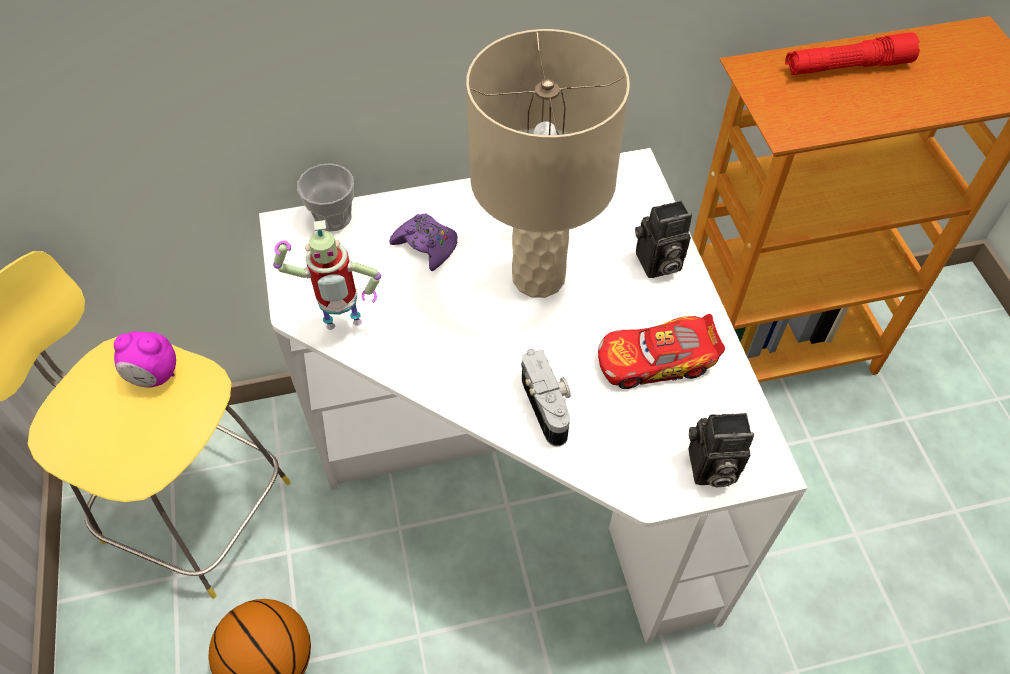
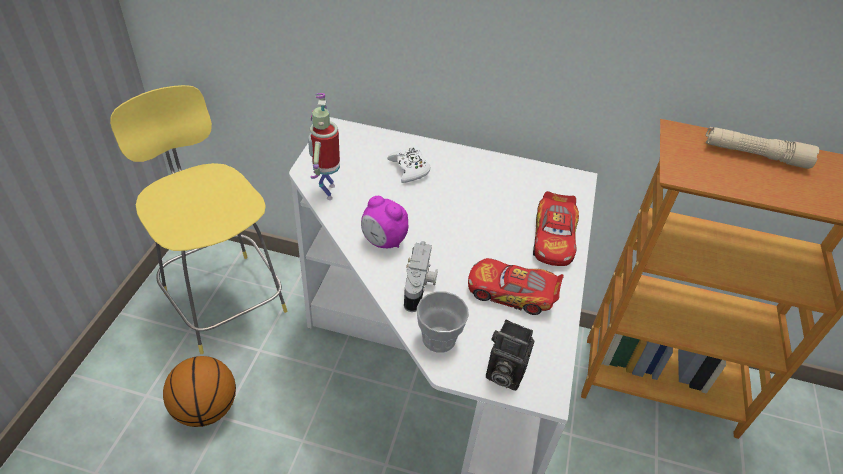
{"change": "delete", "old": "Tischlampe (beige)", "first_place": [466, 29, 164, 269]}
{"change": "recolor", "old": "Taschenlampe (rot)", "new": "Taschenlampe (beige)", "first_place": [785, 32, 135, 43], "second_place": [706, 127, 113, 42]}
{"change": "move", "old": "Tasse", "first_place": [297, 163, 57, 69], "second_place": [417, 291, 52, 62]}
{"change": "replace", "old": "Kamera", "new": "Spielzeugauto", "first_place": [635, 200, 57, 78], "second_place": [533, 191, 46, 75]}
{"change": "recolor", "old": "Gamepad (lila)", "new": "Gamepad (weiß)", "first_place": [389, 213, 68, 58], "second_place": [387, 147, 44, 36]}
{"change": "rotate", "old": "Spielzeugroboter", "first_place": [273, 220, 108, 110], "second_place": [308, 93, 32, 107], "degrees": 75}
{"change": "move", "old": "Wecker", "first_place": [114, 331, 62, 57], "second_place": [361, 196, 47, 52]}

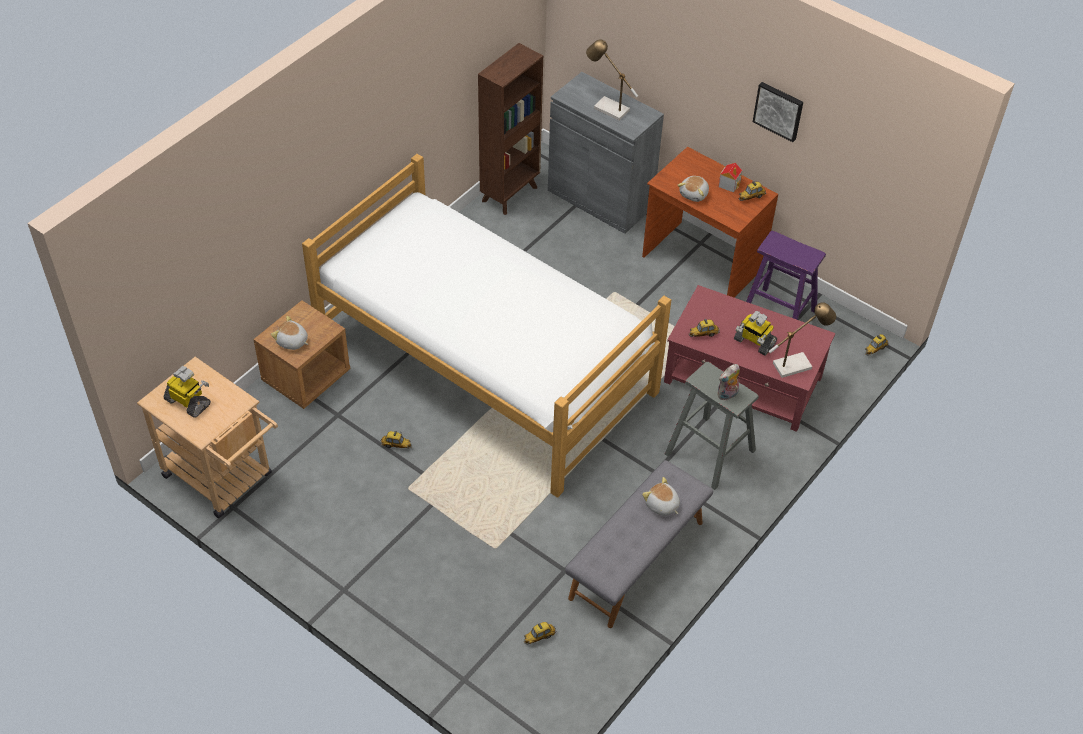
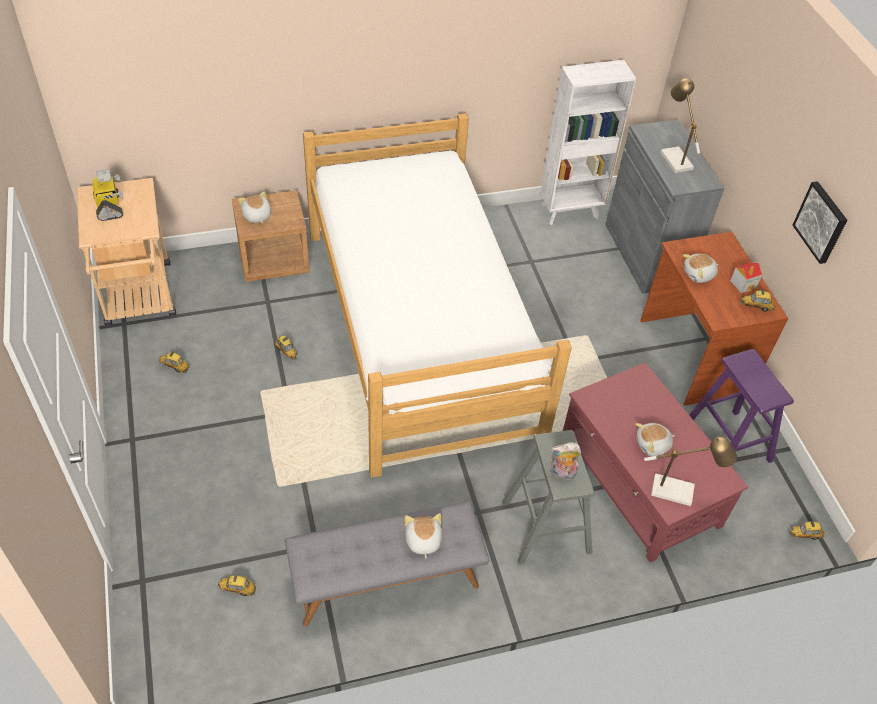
{"change": "recolor", "old": "Bücherregal (braun)", "new": "Bücherregal (weiß)", "first_place": [478, 43, 65, 172], "second_place": [540, 60, 96, 165]}
{"change": "replace", "old": "Spielzeugroboter", "new": "Plüschtier", "first_place": [734, 311, 43, 45], "second_place": [635, 423, 40, 33]}
{"change": "move", "old": "Spielzeugauto", "first_place": [689, 319, 31, 18], "second_place": [159, 351, 30, 22]}

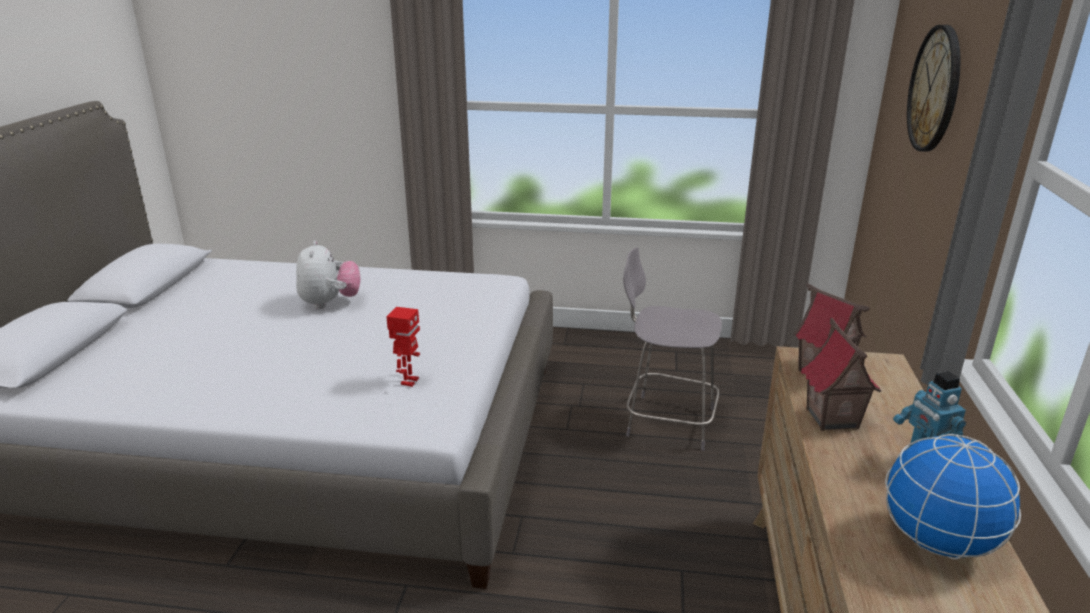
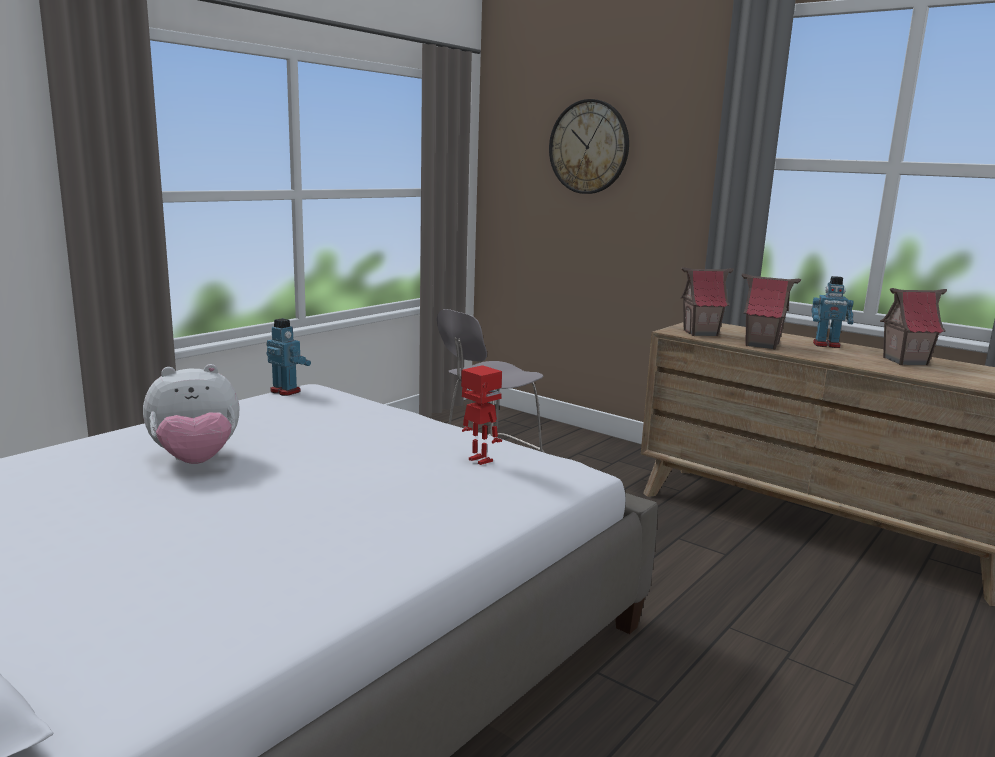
{"change": "rotate", "old": "Plüschtier", "first_place": [296, 240, 64, 69], "second_place": [143, 364, 97, 100], "degrees": 135}
{"change": "replace", "old": "Globus", "new": "Spielzeughaus", "first_place": [885, 434, 136, 126], "second_place": [880, 288, 67, 77]}
{"change": "insert", "new": "Spielzeugroboter", "second_place": [266, 318, 45, 78]}

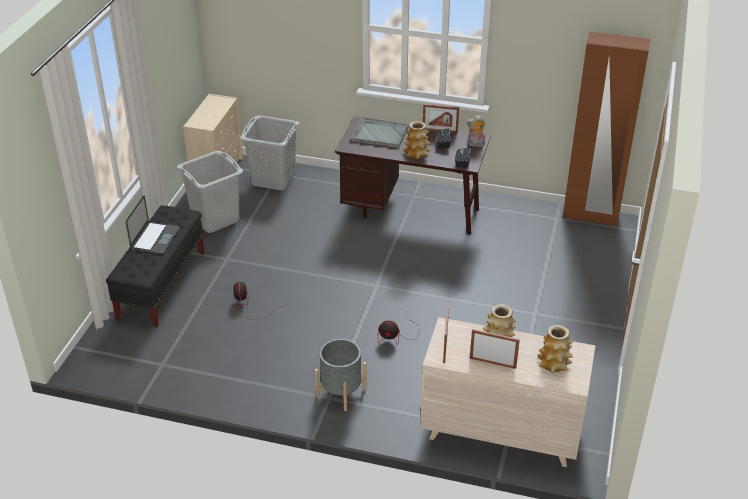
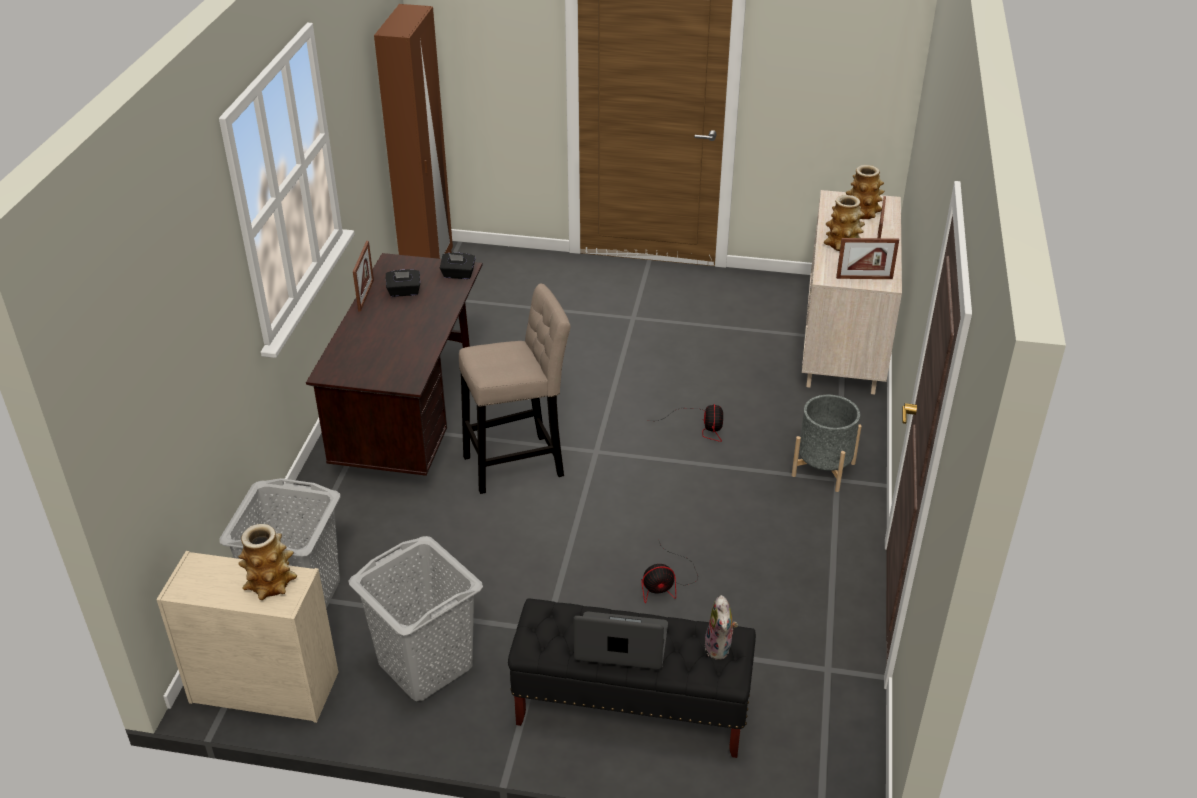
{"change": "move", "old": "Plüschtier", "first_place": [466, 115, 20, 32], "second_place": [704, 595, 34, 65]}
{"change": "delete", "old": "Tablett (grau)", "first_place": [351, 117, 58, 31]}
{"change": "move", "old": "Vase", "first_place": [403, 121, 28, 38], "second_place": [238, 524, 59, 76]}
{"change": "insert", "new": "Hocker (beige)", "second_place": [459, 283, 112, 211]}

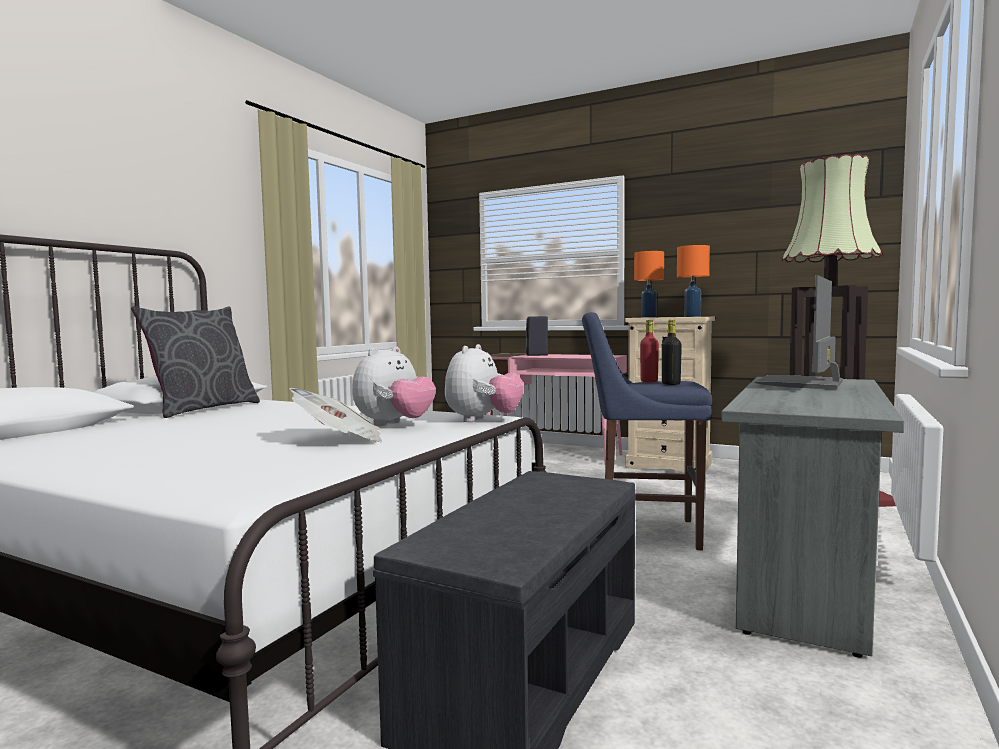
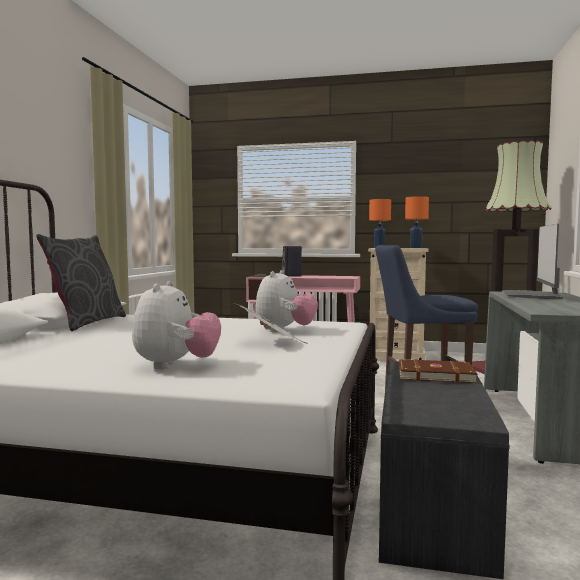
{"change": "delete", "old": "Flasche (rot)", "first_place": [640, 320, 19, 62]}
{"change": "delete", "old": "Flasche (schwarz)", "first_place": [662, 320, 20, 65]}
{"change": "move", "old": "Plüschtier", "first_place": [445, 344, 79, 78], "second_place": [132, 281, 89, 89]}
{"change": "insert", "new": "Buch (braun)", "second_place": [399, 359, 78, 24]}

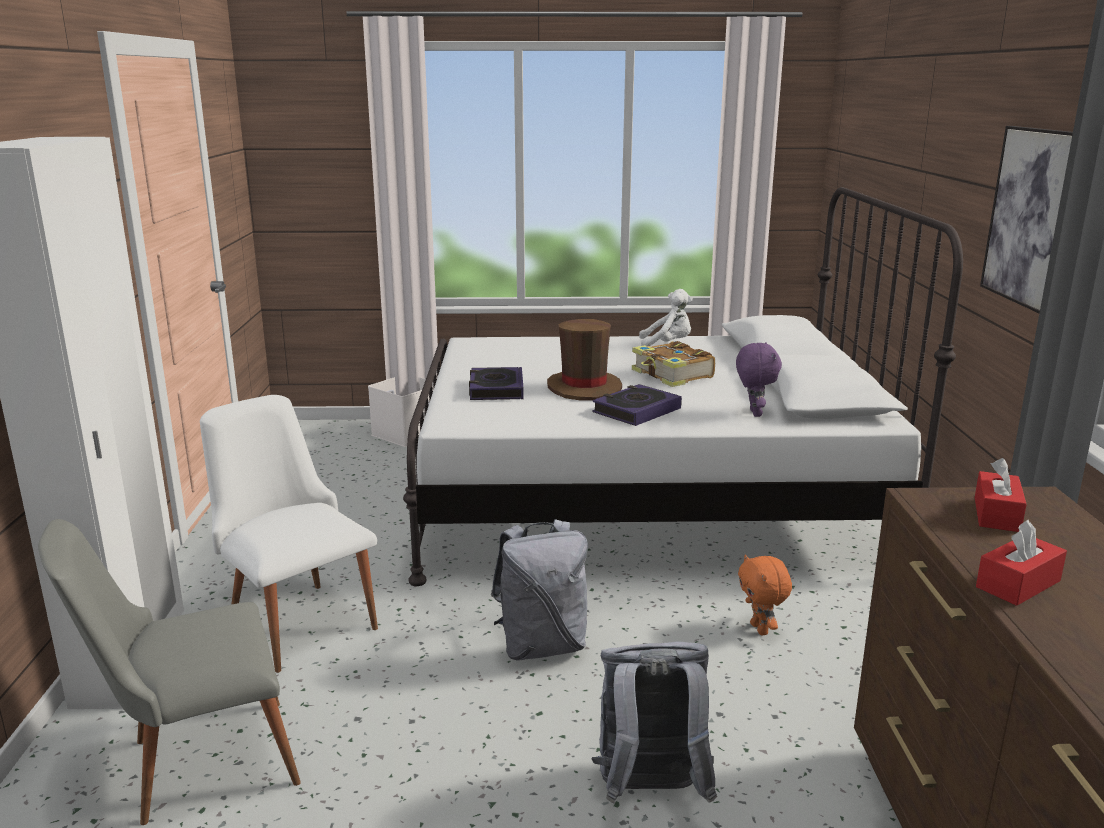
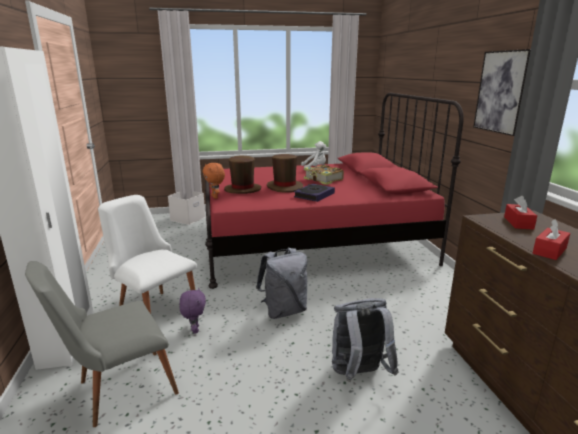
{"change": "recolor", "old": "Bett (weiß)", "new": "Bett (rot)", "first_place": [403, 187, 560, 399], "second_place": [205, 93, 259, 196]}
{"change": "move", "old": "Plüschtier (lila)", "first_place": [736, 343, 46, 74], "second_place": [180, 288, 26, 46]}
{"change": "replace", "old": "Buch", "new": "Hut (braun)", "first_place": [469, 367, 55, 33], "second_place": [224, 155, 37, 39]}
{"change": "move", "old": "Plüschtier (orange)", "first_place": [738, 554, 54, 81], "second_place": [203, 163, 22, 36]}

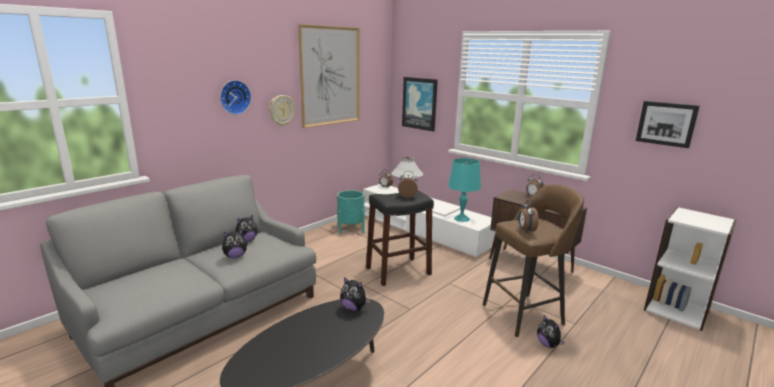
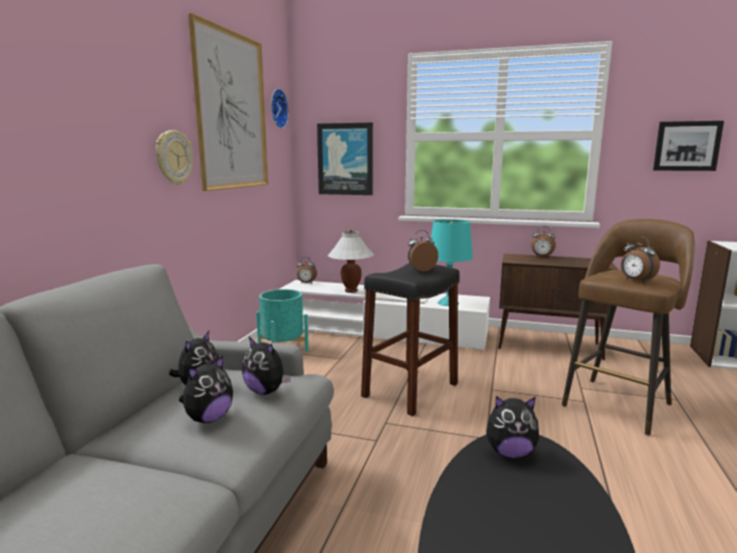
{"change": "move", "old": "Wanduhr", "first_place": [220, 80, 31, 35], "second_place": [271, 89, 18, 40]}
{"change": "move", "old": "Plüschtier", "first_place": [537, 315, 28, 33], "second_place": [242, 337, 49, 58]}

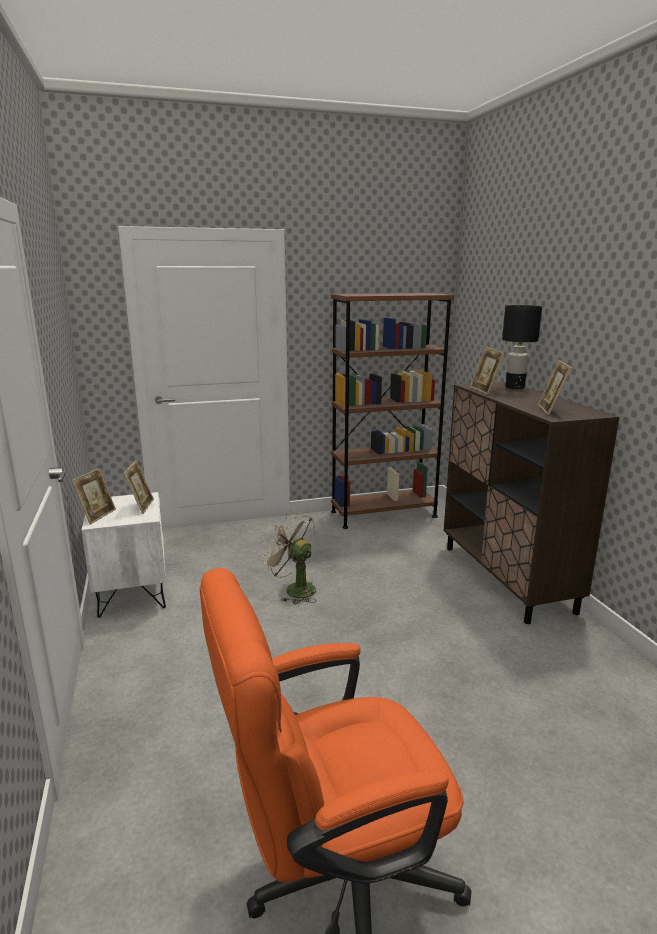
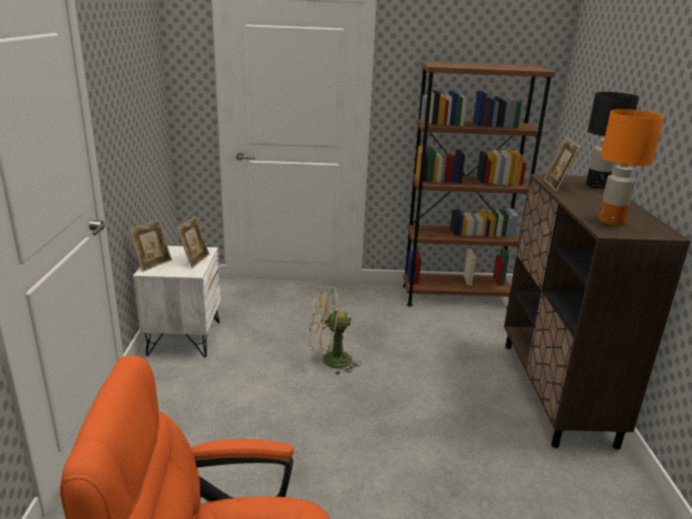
{"change": "replace", "old": "Bilderrahmen", "new": "Tischlampe (orange)", "first_place": [538, 360, 34, 55], "second_place": [598, 109, 66, 117]}
{"change": "rotate", "old": "Ventilator (beige)", "first_place": [262, 512, 54, 92], "second_place": [309, 286, 53, 89], "degrees": -60}

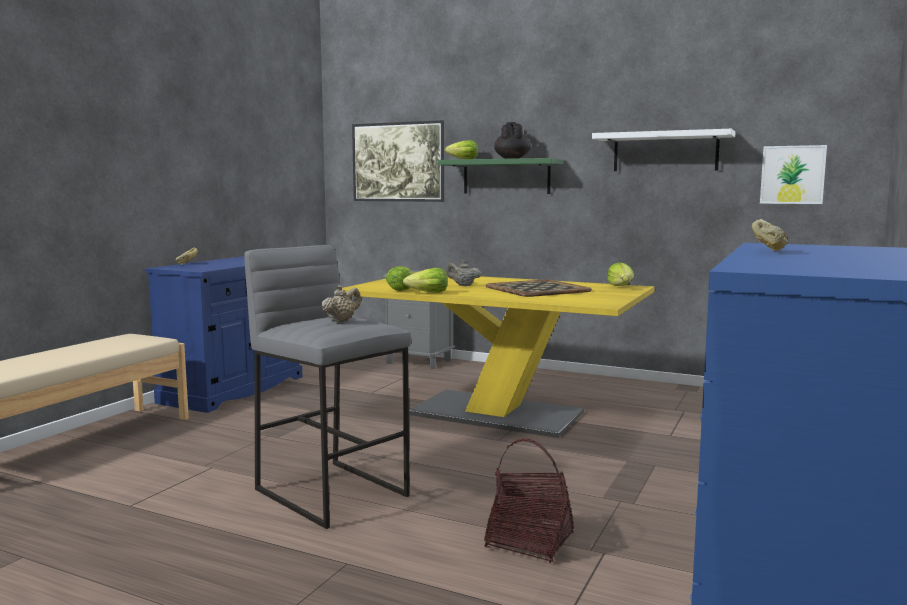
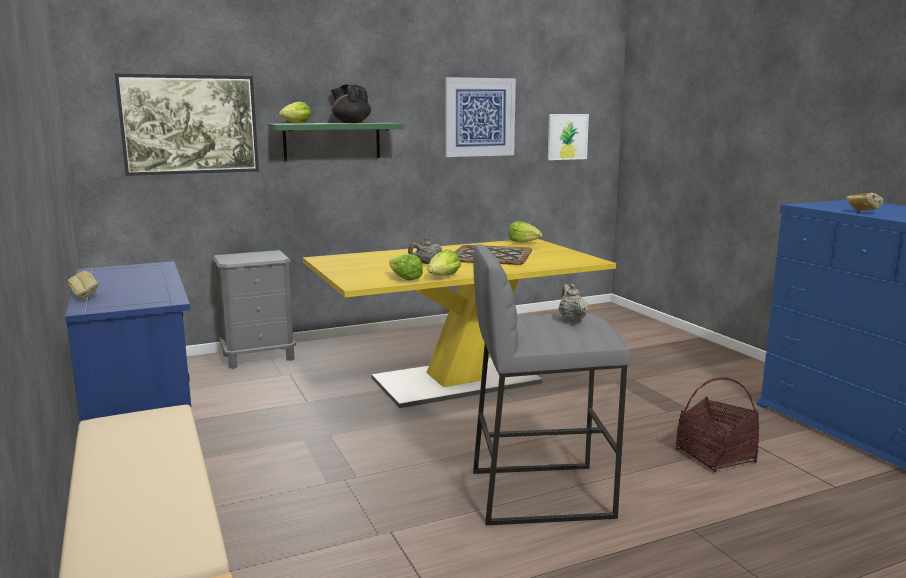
{"change": "replace", "old": "Wandregal (weiß)", "new": "Bild", "first_place": [592, 129, 143, 42], "second_place": [445, 77, 71, 80]}

